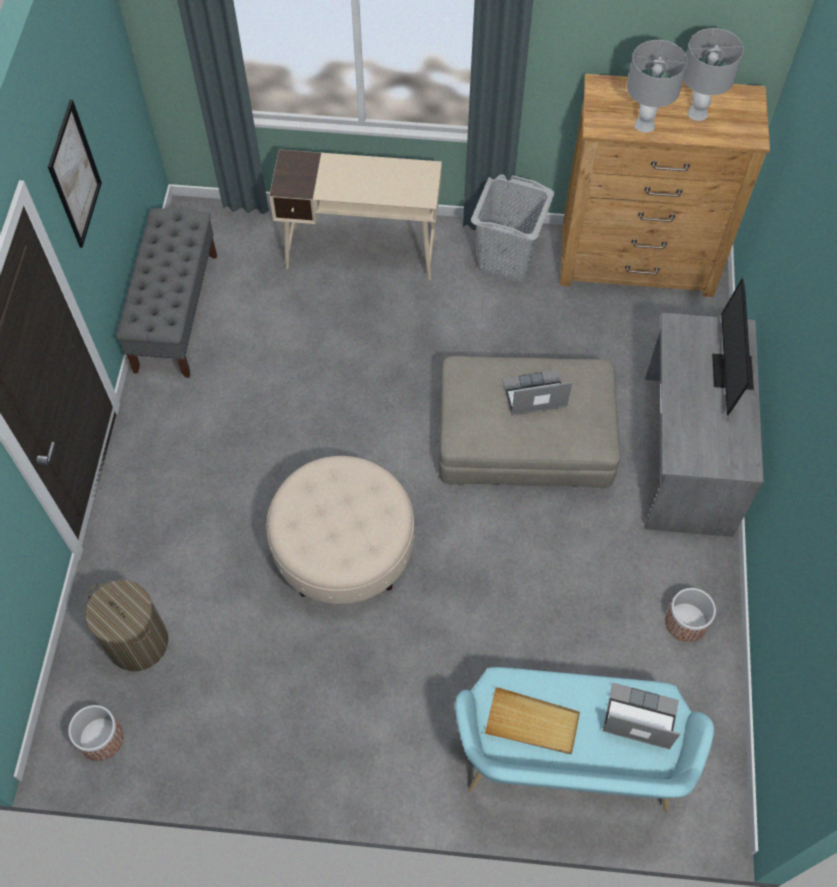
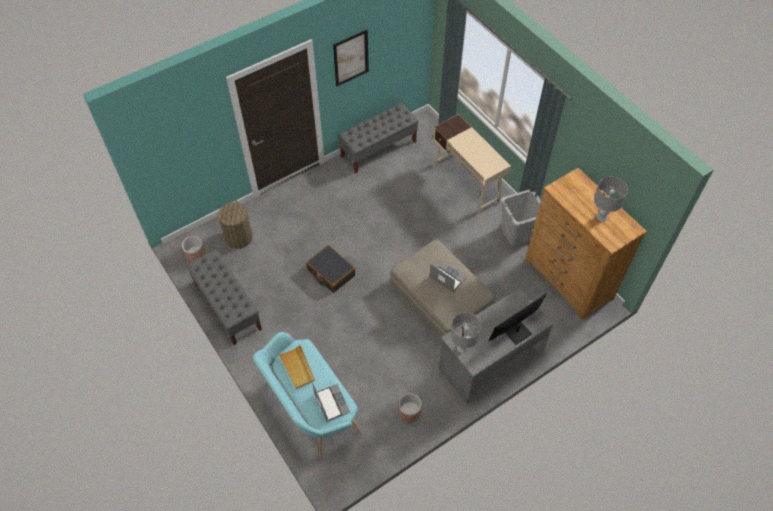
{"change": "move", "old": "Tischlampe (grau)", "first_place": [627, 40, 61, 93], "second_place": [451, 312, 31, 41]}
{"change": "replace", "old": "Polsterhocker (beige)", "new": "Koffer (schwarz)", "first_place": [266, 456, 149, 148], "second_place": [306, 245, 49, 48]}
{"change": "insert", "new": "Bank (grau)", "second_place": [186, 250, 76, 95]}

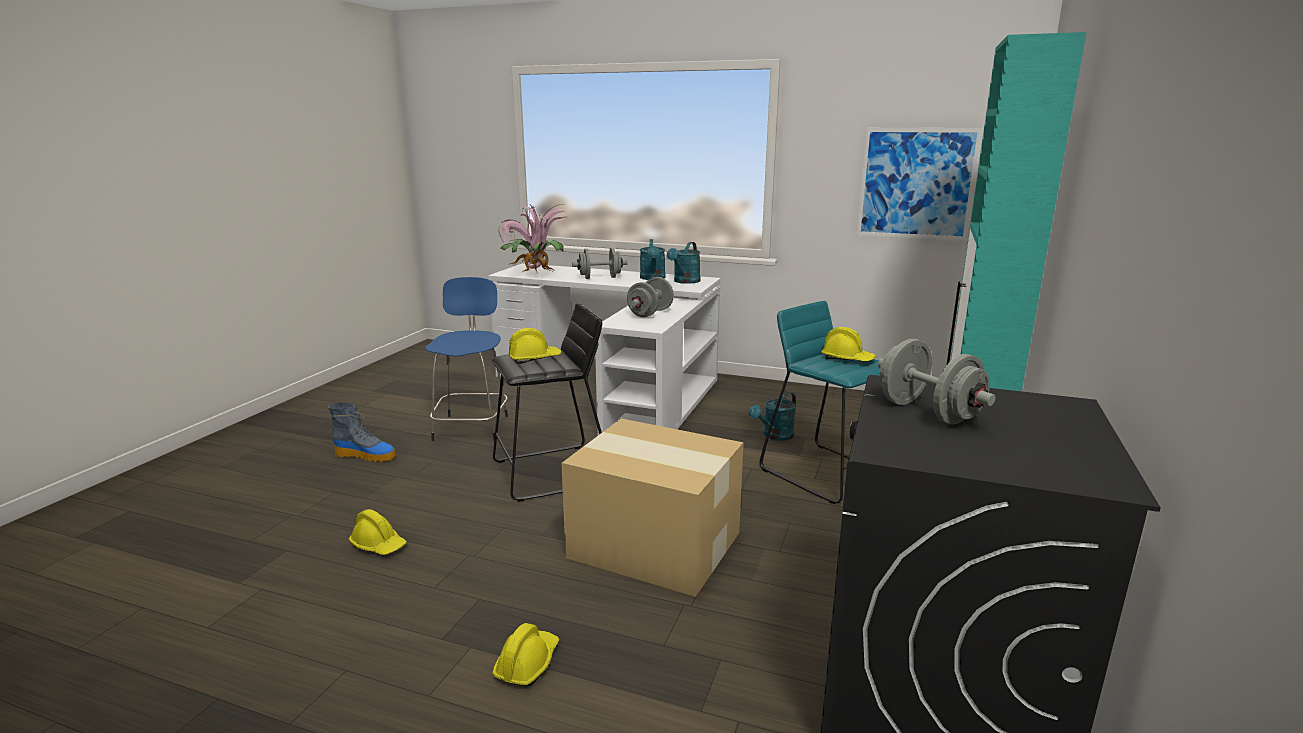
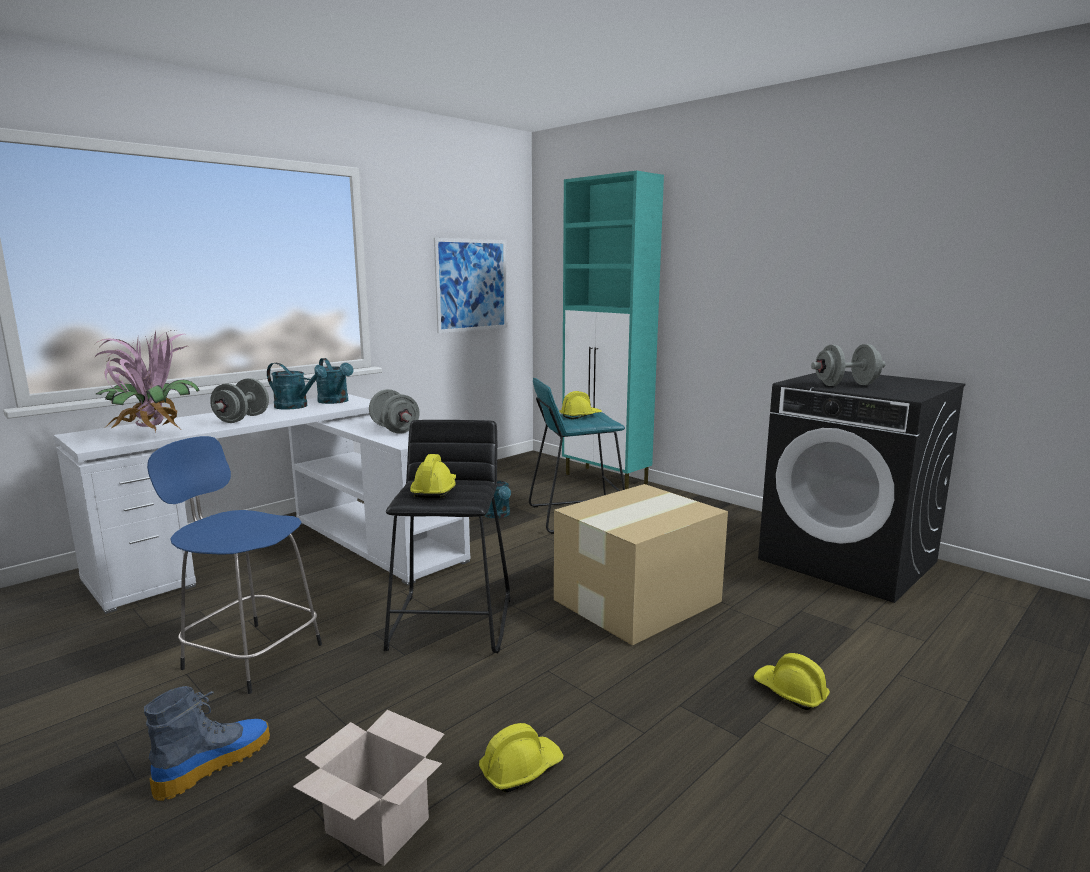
{"change": "insert", "new": "Karton", "second_place": [293, 710, 152, 156]}

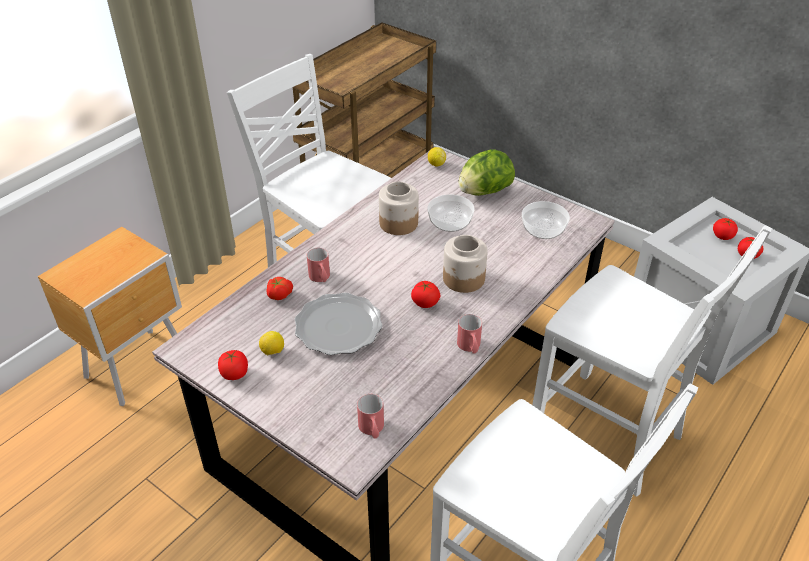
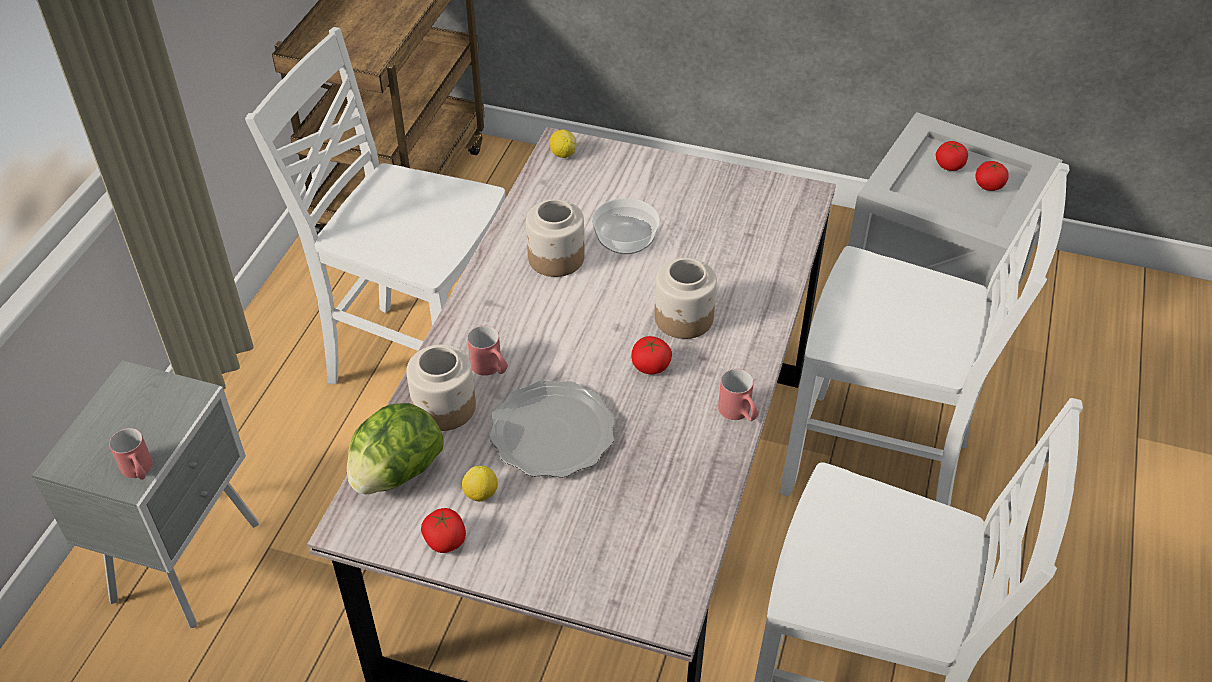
{"change": "move", "old": "Salatkopf", "first_place": [459, 149, 56, 47], "second_place": [347, 403, 96, 91]}
{"change": "delete", "old": "Schüssel", "first_place": [522, 201, 48, 38]}
{"change": "recolor", "old": "Nachttisch (braun)", "new": "Nachttisch (grau)", "first_place": [38, 227, 144, 179], "second_place": [32, 360, 227, 268]}
{"change": "replace", "old": "Tomate", "new": "Vorratsglas", "first_place": [267, 277, 26, 23], "second_place": [406, 344, 70, 87]}
{"change": "move", "old": "Henkelbecher (rot)", "first_place": [357, 394, 27, 45], "second_place": [109, 428, 44, 52]}

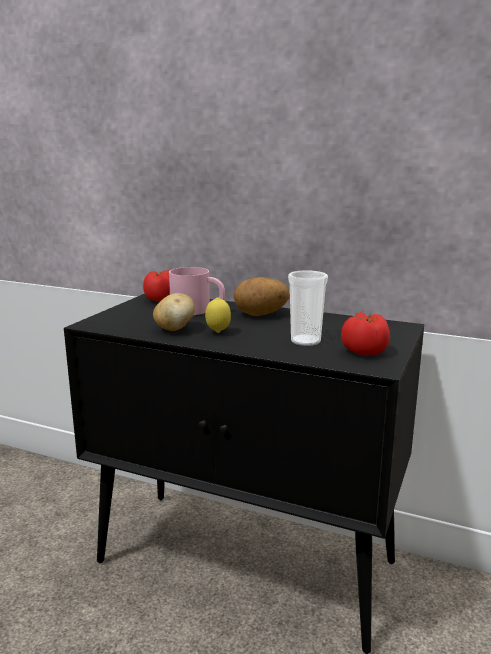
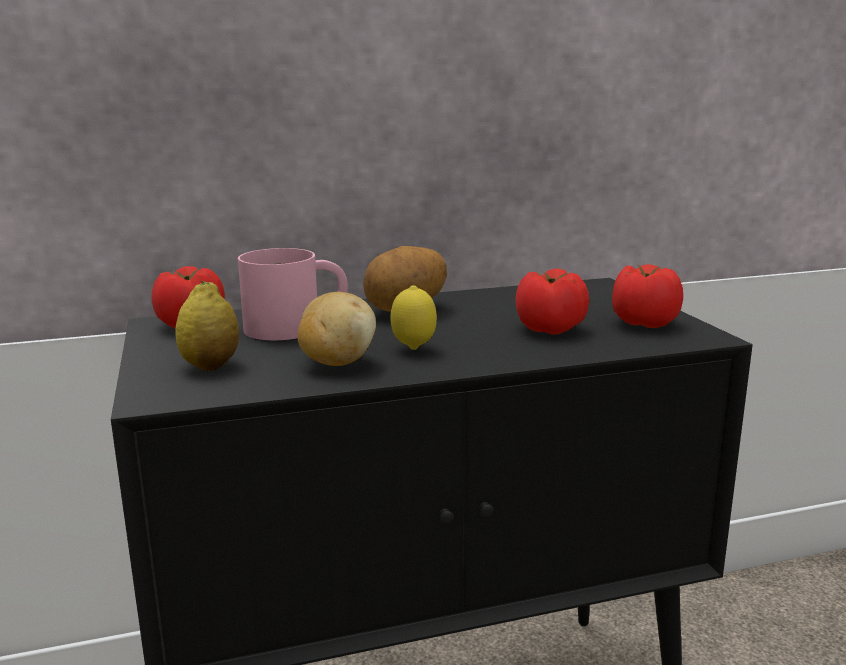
{"change": "replace", "old": "Tasse", "new": "Tomate", "first_place": [288, 270, 40, 76], "second_place": [515, 268, 74, 67]}
{"change": "insert", "new": "Zitrone", "second_place": [175, 281, 64, 90]}

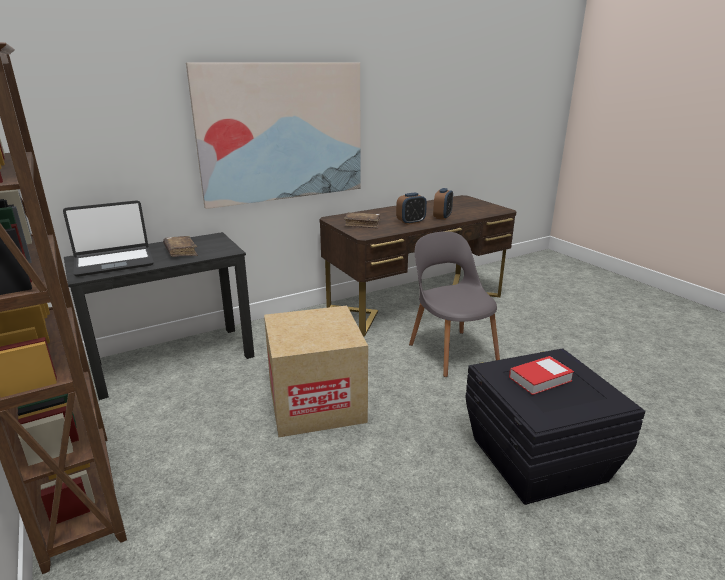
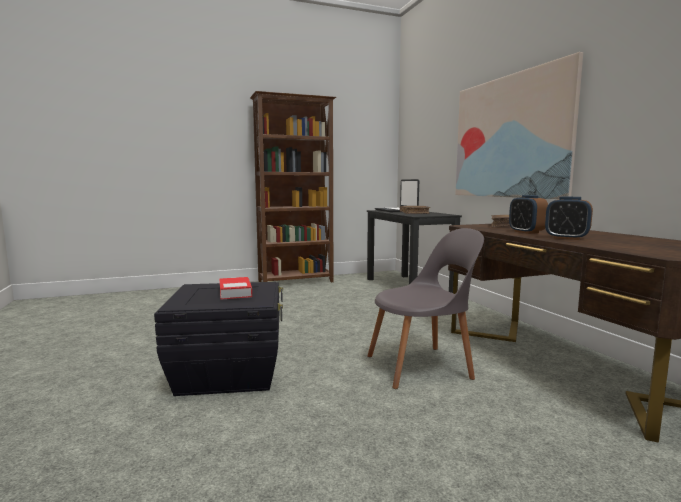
{"change": "delete", "old": "Karton", "first_place": [264, 306, 104, 131]}

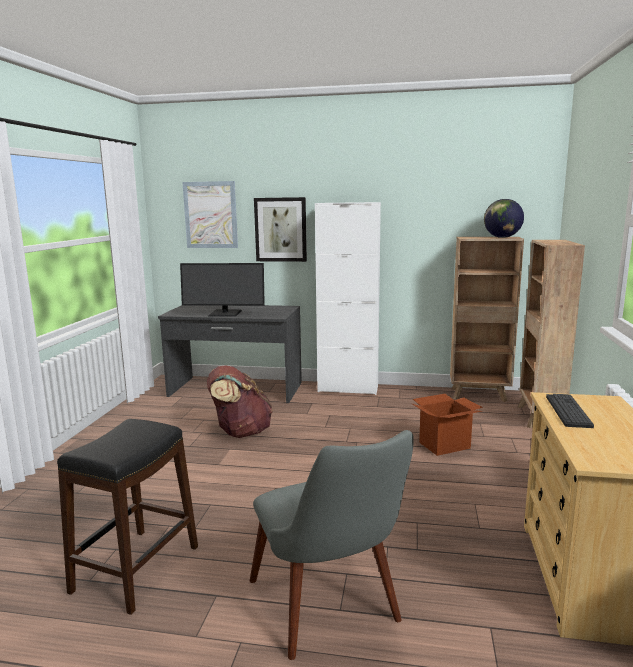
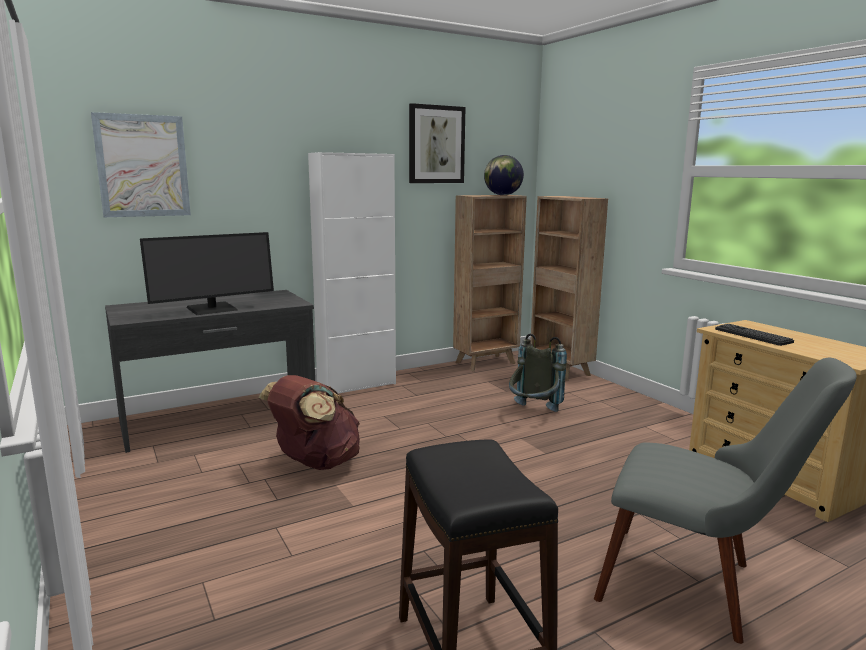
{"change": "move", "old": "Bild", "first_place": [254, 197, 53, 65], "second_place": [409, 103, 57, 80]}
{"change": "replace", "old": "Karton", "new": "Rucksack (grau)", "first_place": [411, 394, 72, 62], "second_place": [509, 333, 58, 79]}

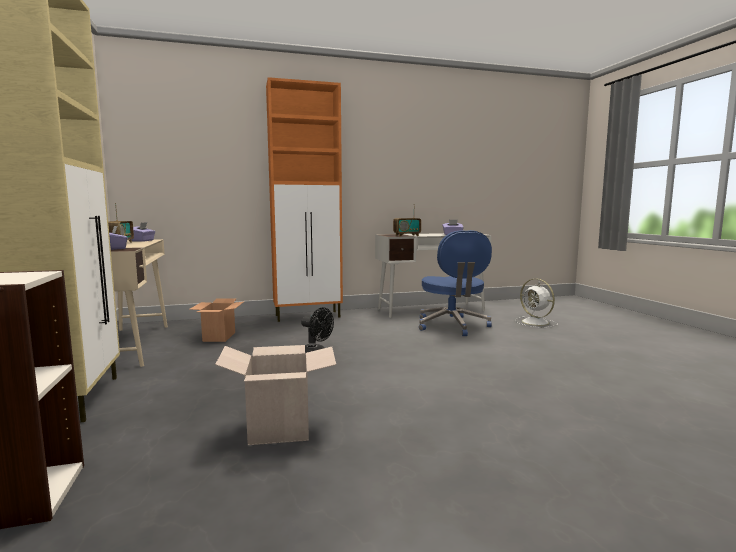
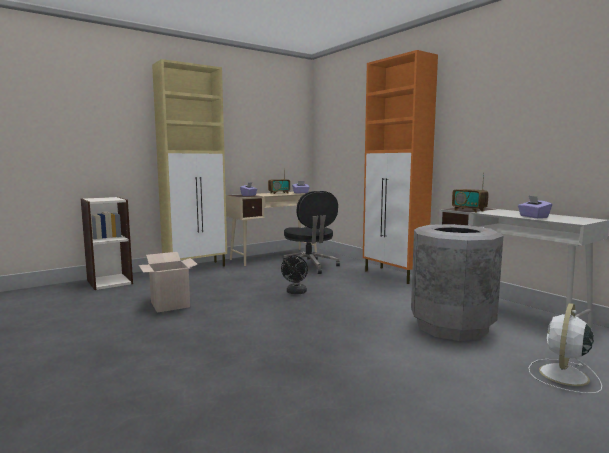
{"change": "replace", "old": "Bürostuhl (blau)", "new": "Mülleimer (grau)", "first_place": [419, 230, 73, 106], "second_place": [411, 224, 92, 117]}
{"change": "replace", "old": "Karton", "new": "Bürostuhl (schwarz)", "first_place": [189, 298, 54, 44], "second_place": [283, 191, 57, 83]}

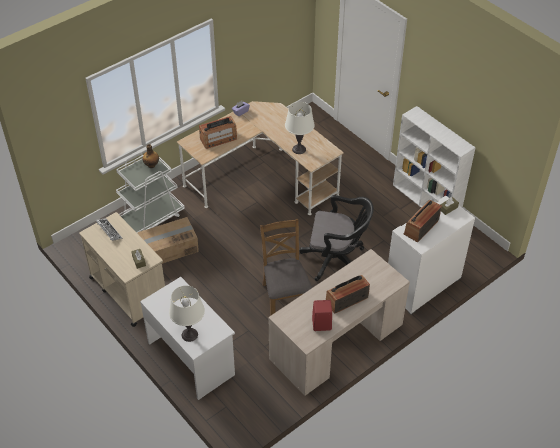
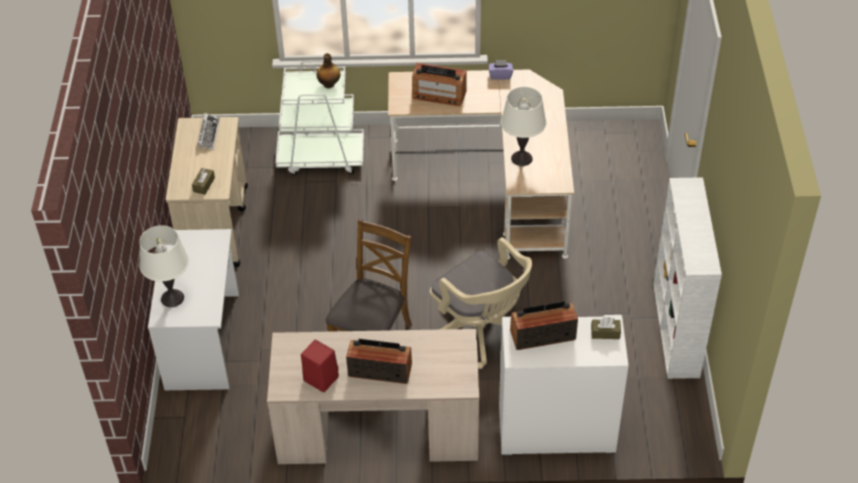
{"change": "recolor", "old": "Bürostuhl (schwarz)", "new": "Bürostuhl (beige)", "first_place": [299, 195, 75, 86], "second_place": [430, 237, 102, 132]}
{"change": "delete", "old": "Karton", "first_place": [137, 217, 62, 47]}

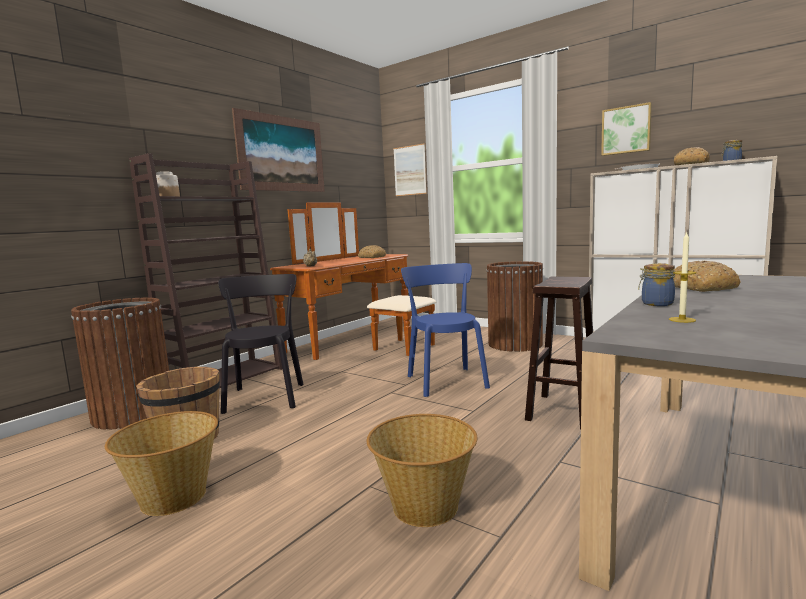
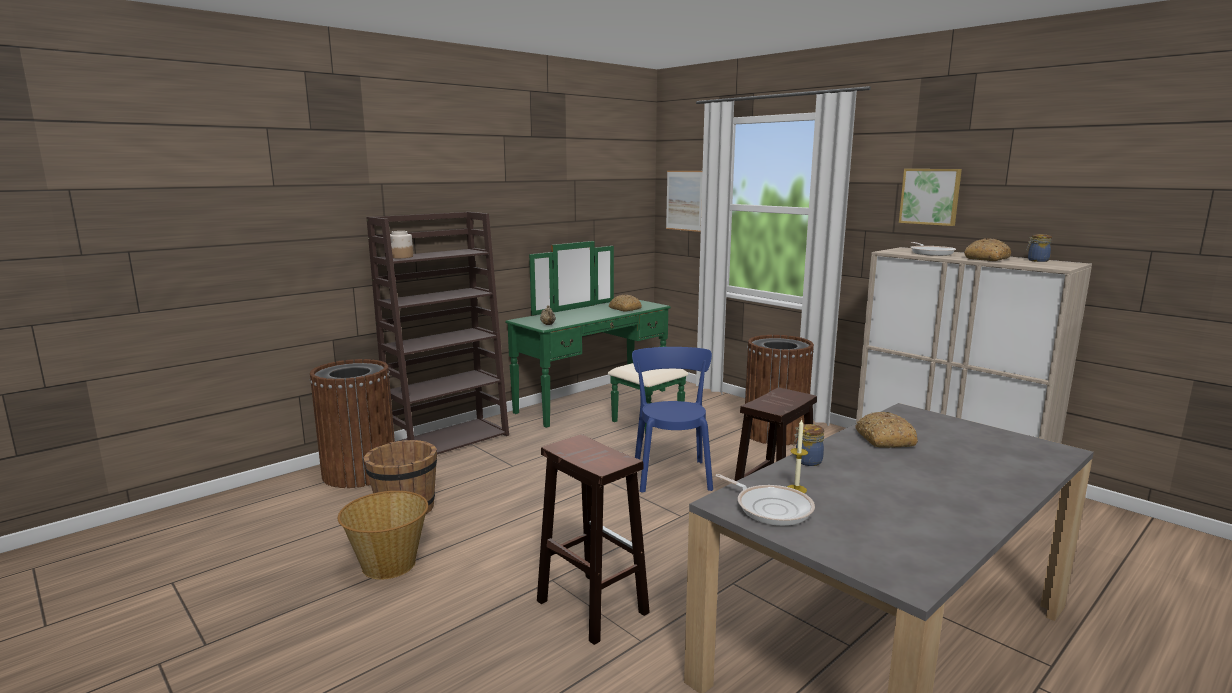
{"change": "delete", "old": "Bild", "first_place": [232, 108, 93, 84]}
{"change": "recolor", "old": "Kommode (braun)", "new": "Kommode (grün)", "first_place": [270, 203, 166, 157], "second_place": [505, 241, 183, 192]}
{"change": "delete", "old": "Stuhl (schwarz)", "first_place": [218, 274, 86, 140]}
{"change": "replace", "old": "Korb", "new": "Hocker (braun)", "first_place": [367, 414, 110, 113], "second_place": [537, 434, 113, 211]}
{"change": "insert", "new": "Pfanne", "second_place": [715, 474, 100, 52]}

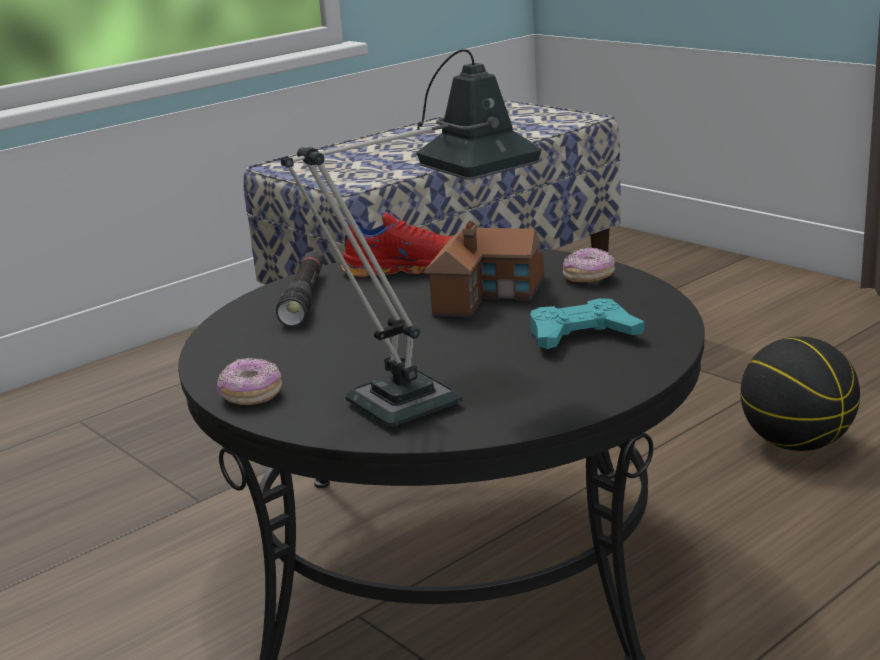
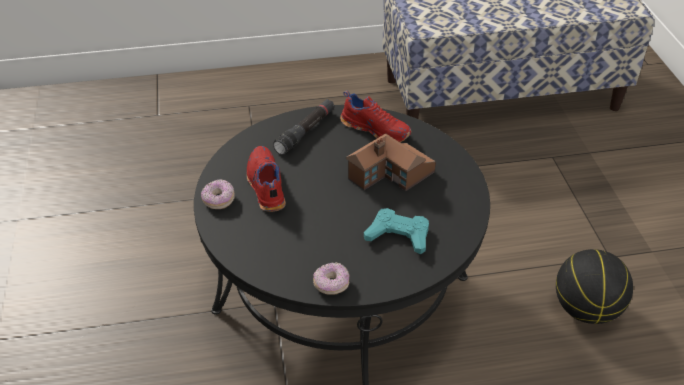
{"change": "delete", "old": "Tischlampe", "first_place": [281, 49, 261, 378]}
{"change": "move", "old": "Donut", "first_place": [563, 247, 52, 35], "second_place": [313, 262, 37, 33]}
{"change": "insert", "new": "Schuh (rot)", "second_place": [246, 146, 40, 66]}

